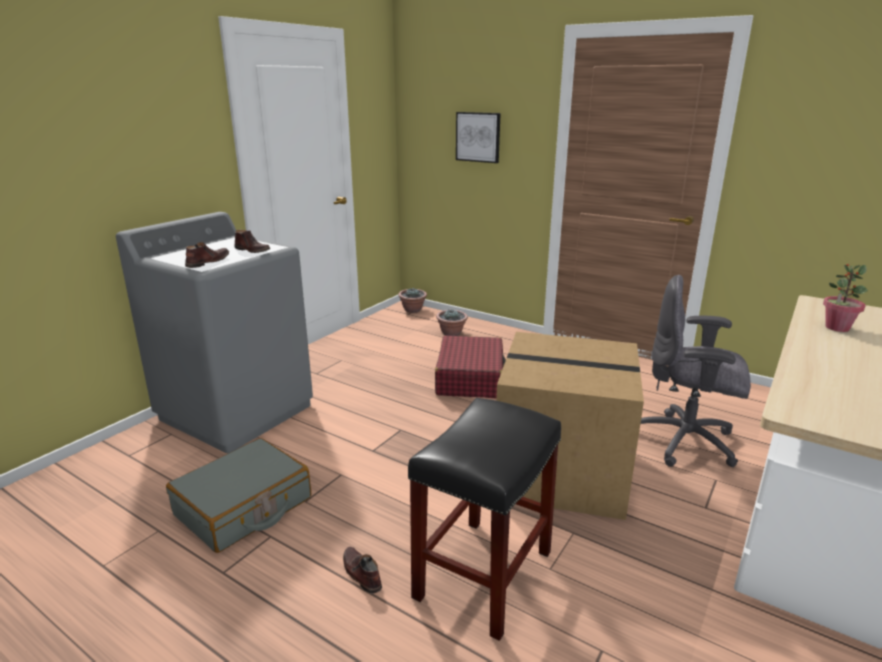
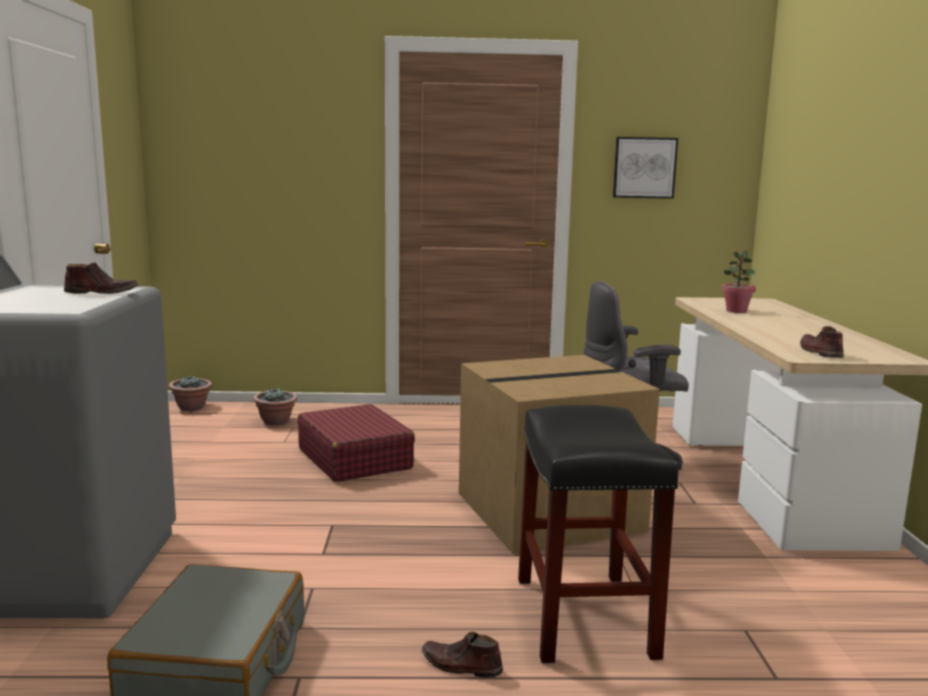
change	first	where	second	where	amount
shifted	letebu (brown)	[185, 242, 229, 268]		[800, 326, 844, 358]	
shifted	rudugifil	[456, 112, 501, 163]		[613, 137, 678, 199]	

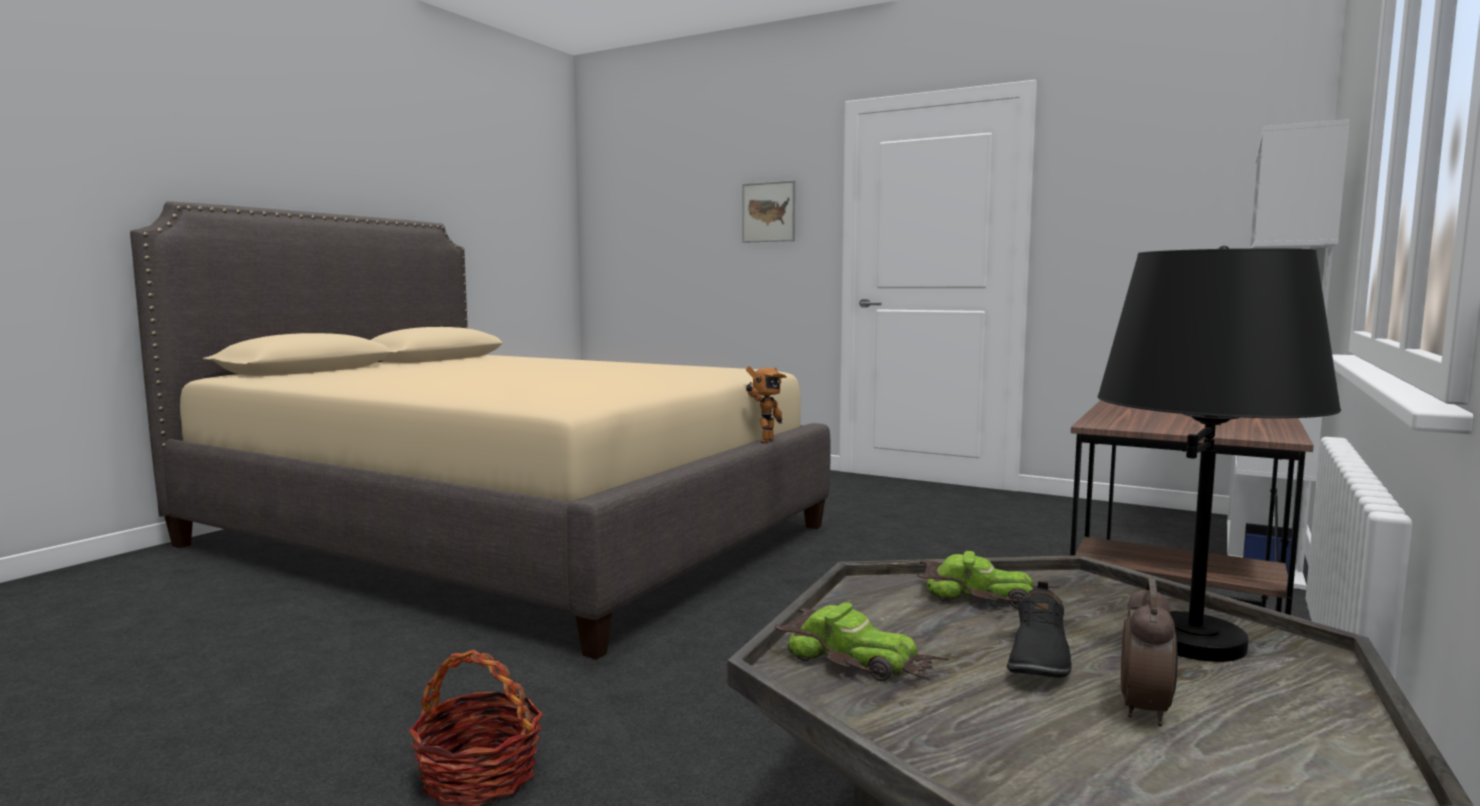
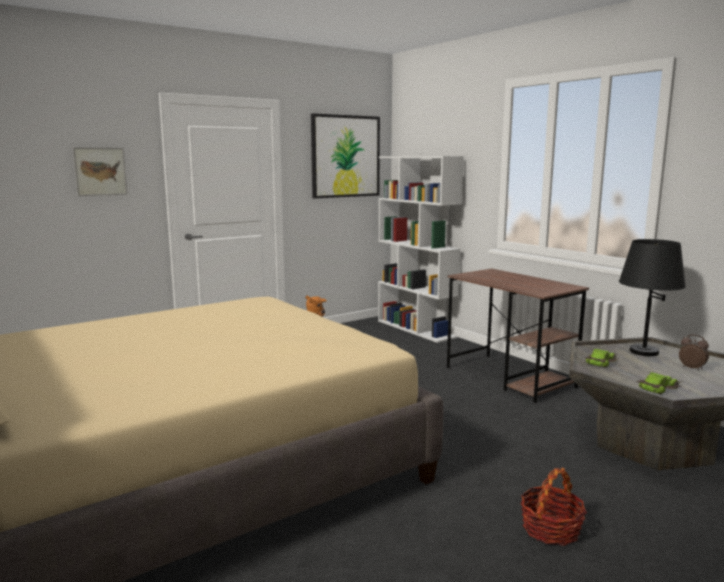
change	first	where	second	where	amount
gone	letebu (black)	[1007, 581, 1072, 678]			
new			rudugifil	[311, 113, 380, 198]	

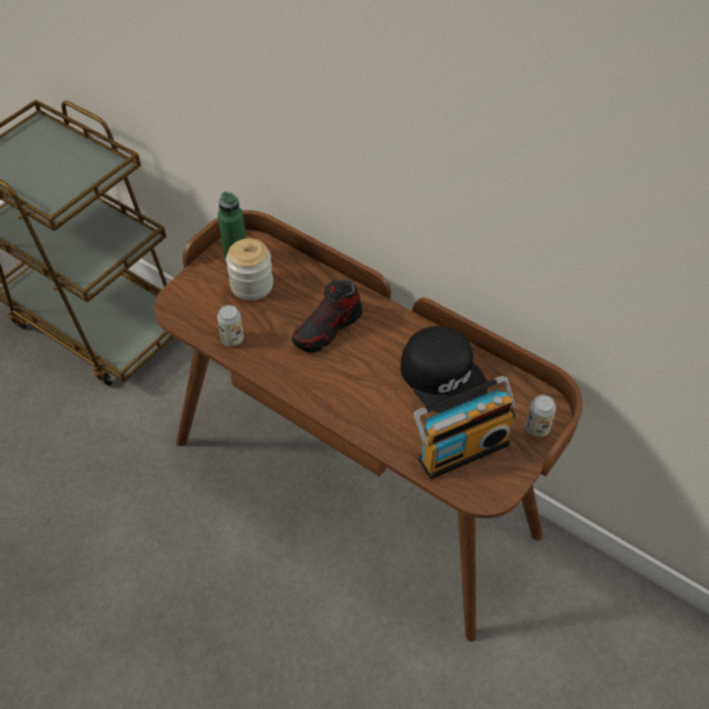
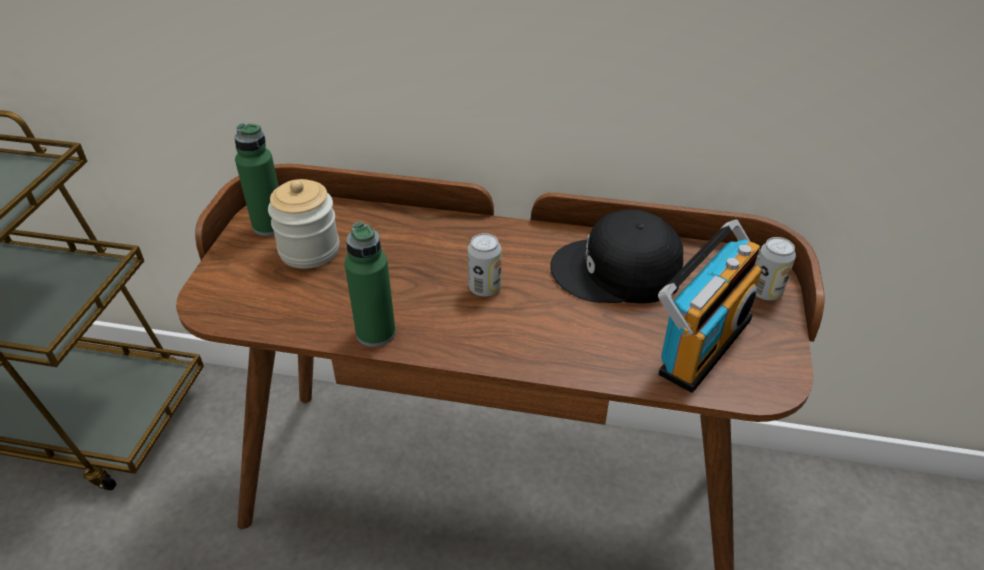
change	first	where	second	where	amount
shifted	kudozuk	[217, 305, 244, 346]		[468, 233, 501, 297]	
gone	letebu	[292, 279, 362, 353]			
rotated	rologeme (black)	[400, 326, 488, 413]		[550, 209, 683, 303]	150 degrees clockwise
new			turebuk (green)	[344, 222, 396, 347]	

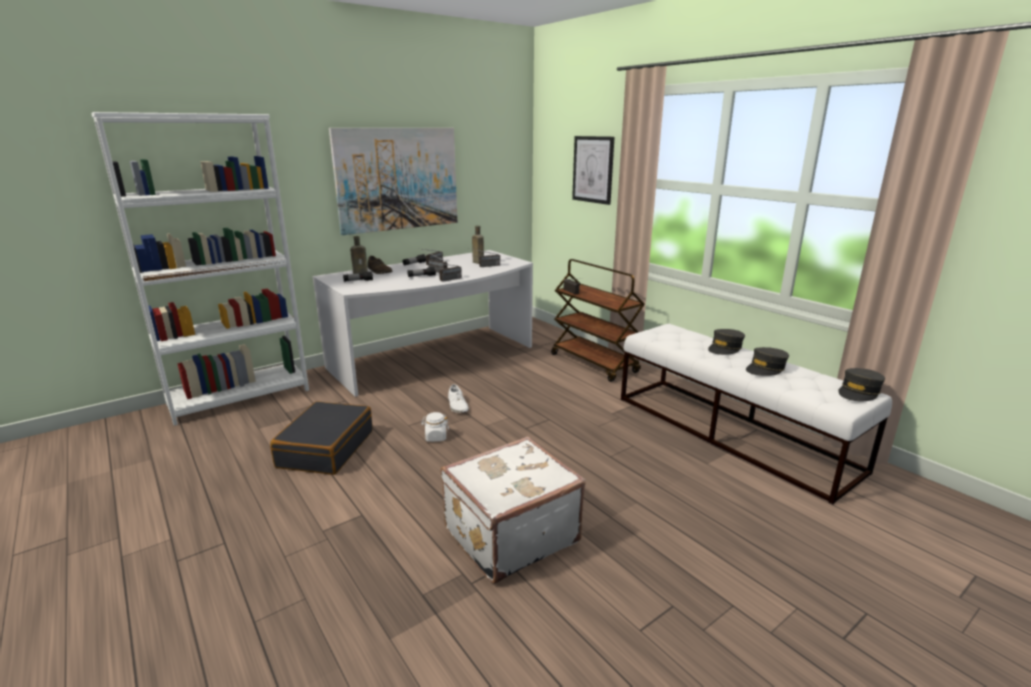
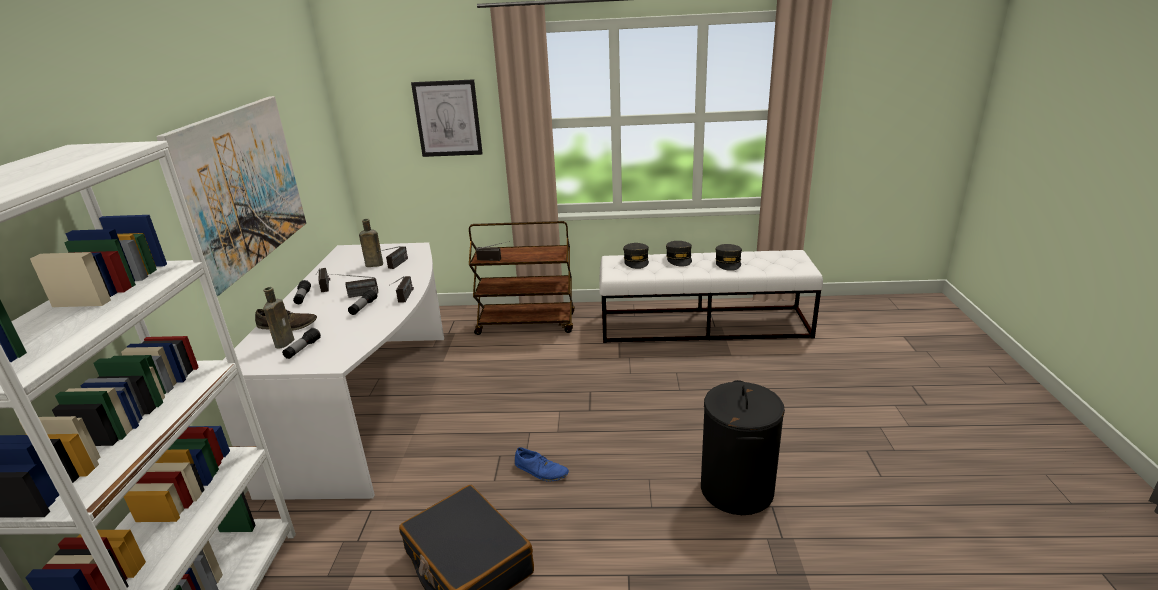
change	first	where	second	where	amount
swapped	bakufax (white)	[421, 412, 449, 442]	letebu (blue)	[515, 447, 569, 482]	
swapped	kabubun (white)	[441, 436, 586, 584]	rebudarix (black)	[701, 380, 785, 515]	
gone	letebu (white)	[448, 384, 469, 413]			
shifted	rologeme (grey)	[838, 368, 885, 401]		[623, 243, 649, 269]	

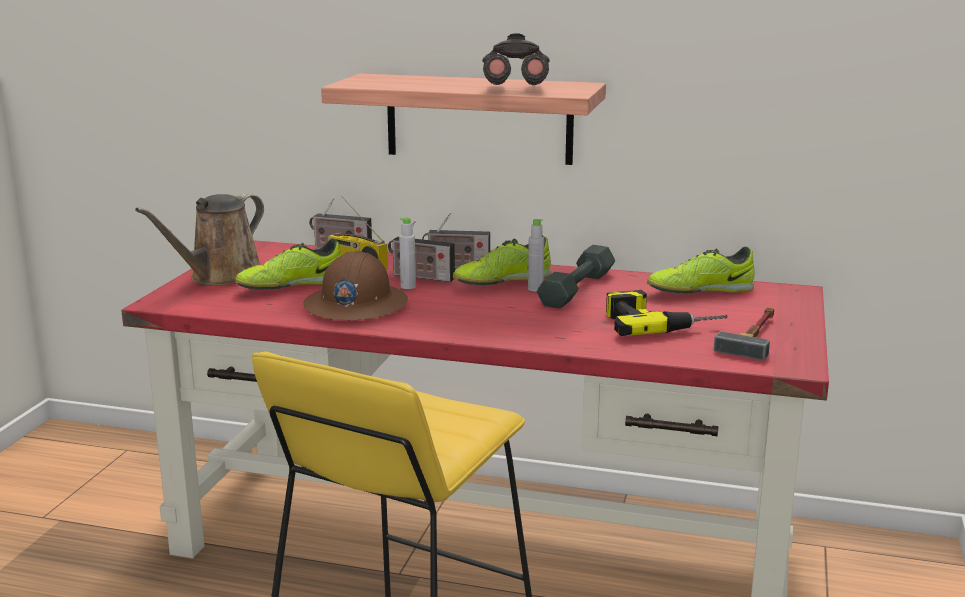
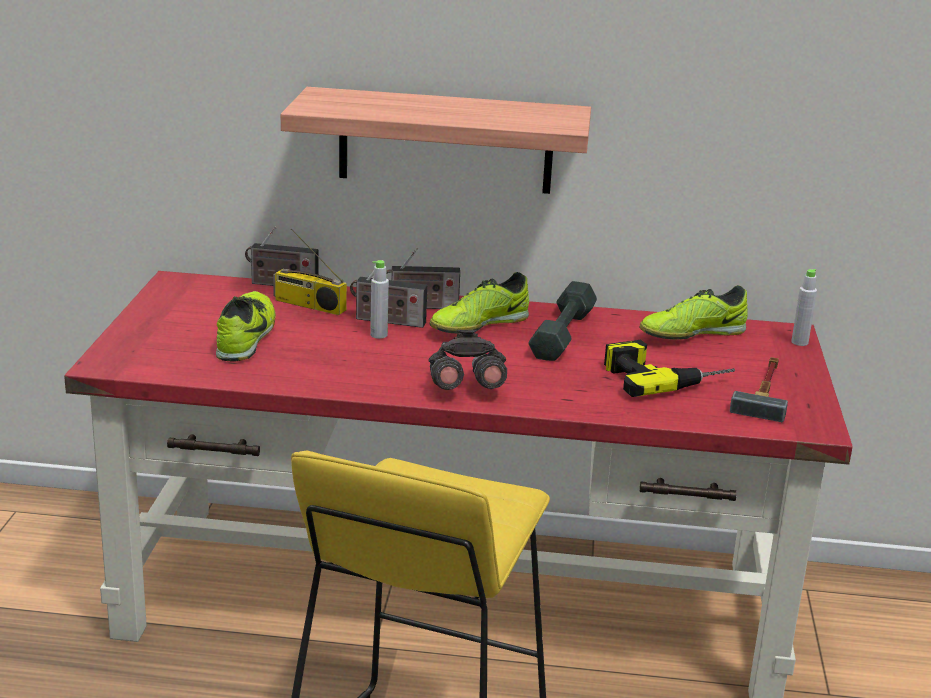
change	first	where	second	where	amount
gone	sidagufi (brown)	[135, 194, 264, 286]			
rotated	letebu	[235, 239, 341, 290]		[216, 291, 276, 362]	135 degrees clockwise
gone	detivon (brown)	[303, 251, 408, 320]			
shifted	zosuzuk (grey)	[482, 34, 550, 85]		[428, 330, 507, 390]	
shifted	turebuk (grey)	[528, 219, 544, 292]		[791, 269, 817, 346]	

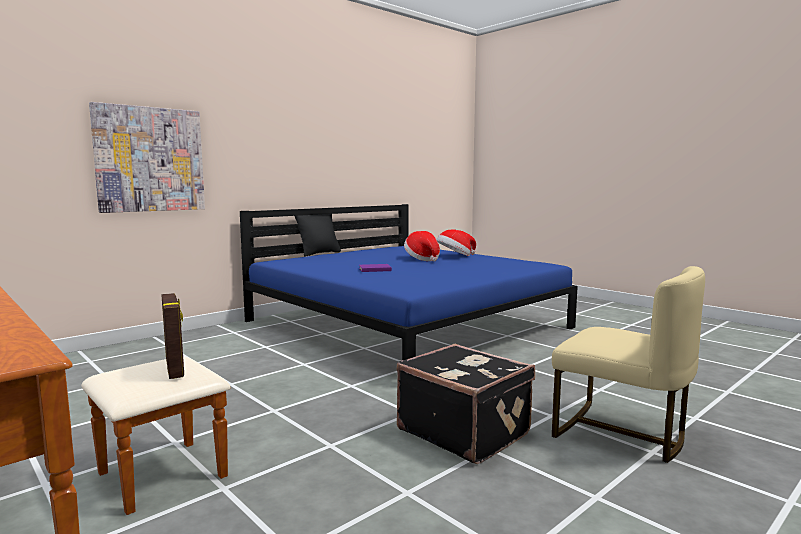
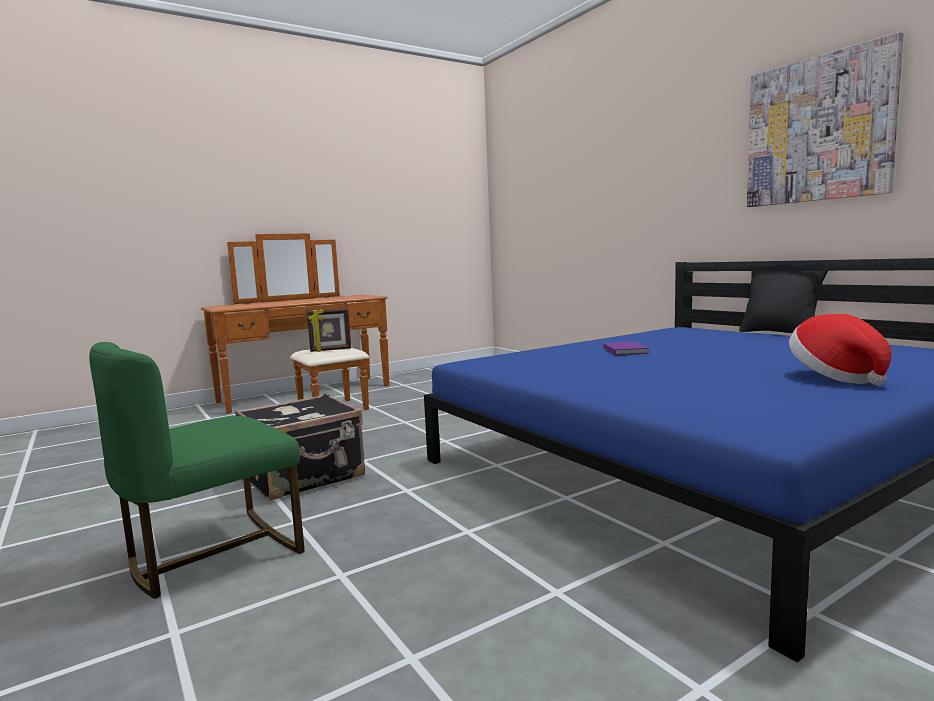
change	first	where	second	where	amount
shifted	rudugifil	[89, 102, 205, 213]		[747, 32, 903, 207]	
gone	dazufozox	[404, 231, 440, 261]			
repainted	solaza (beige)	[552, 266, 705, 463]	solaza (green)	[89, 342, 304, 599]	

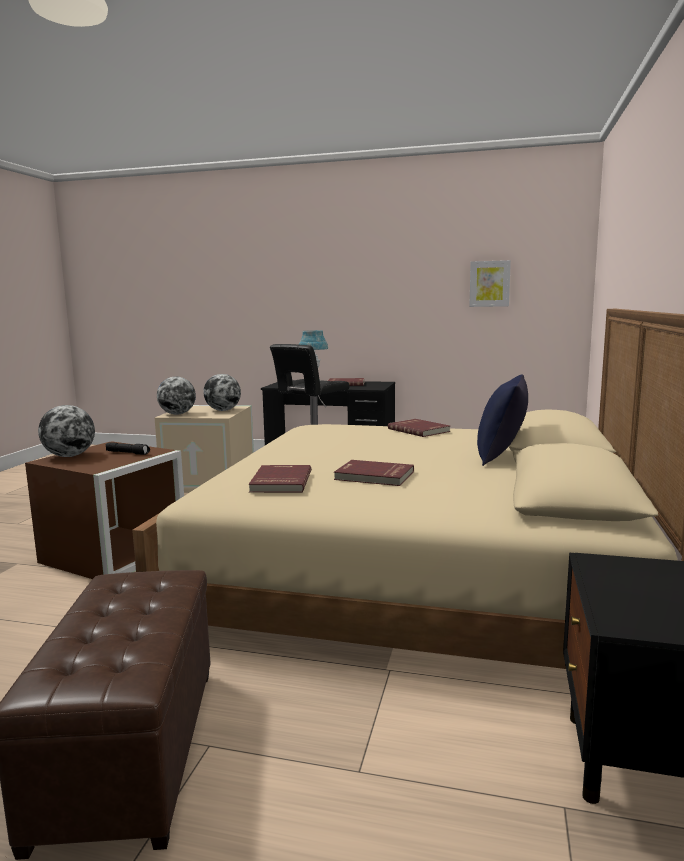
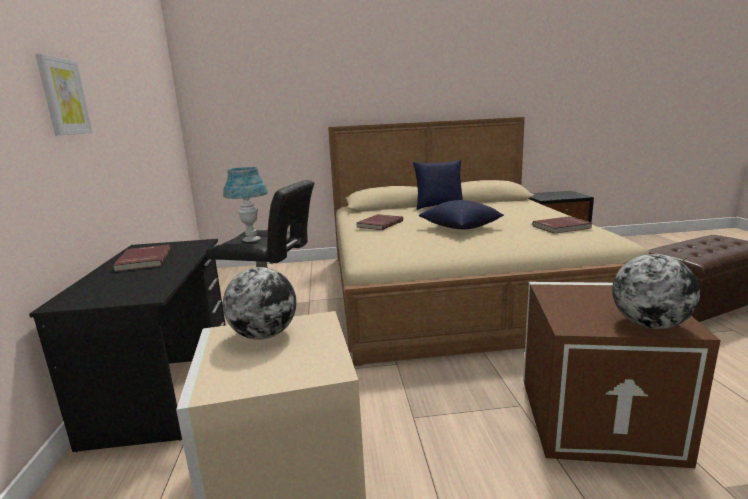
change	first	where	second	where	amount
gone	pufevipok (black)	[106, 442, 150, 455]			
gone	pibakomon	[157, 377, 196, 415]			
gone	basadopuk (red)	[334, 460, 414, 486]			
shifted	rudugifil	[469, 260, 511, 307]		[36, 54, 93, 135]	
new			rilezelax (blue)	[419, 200, 504, 230]	

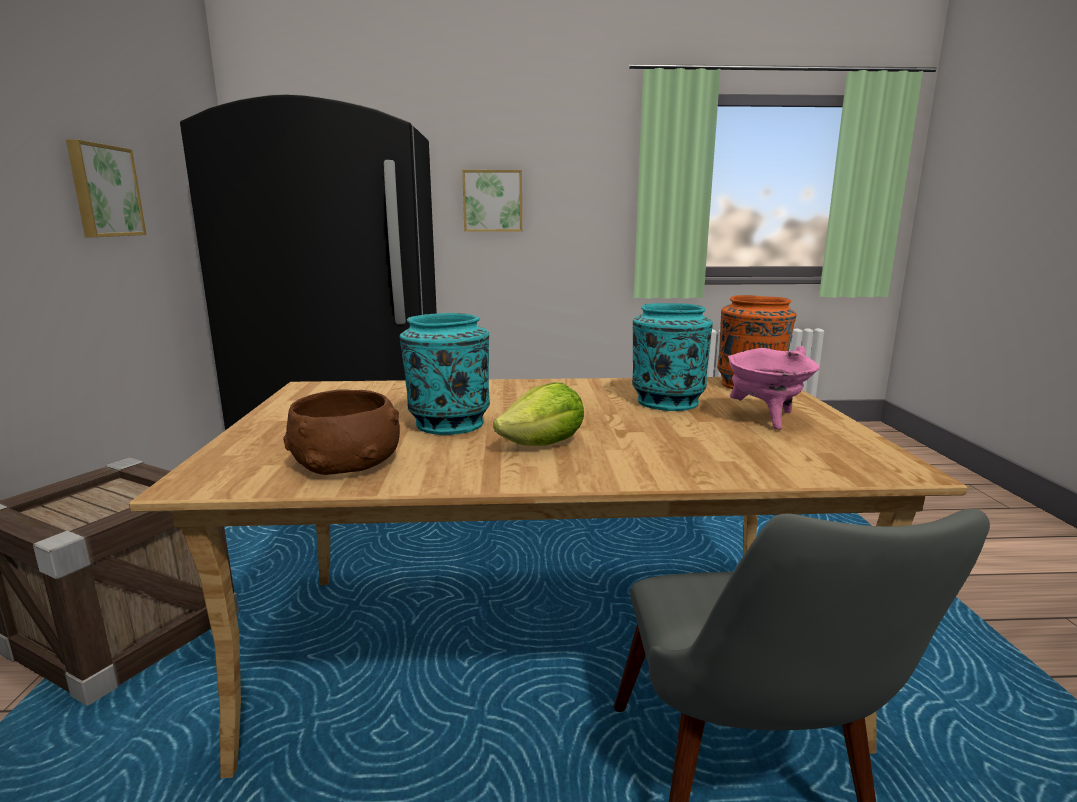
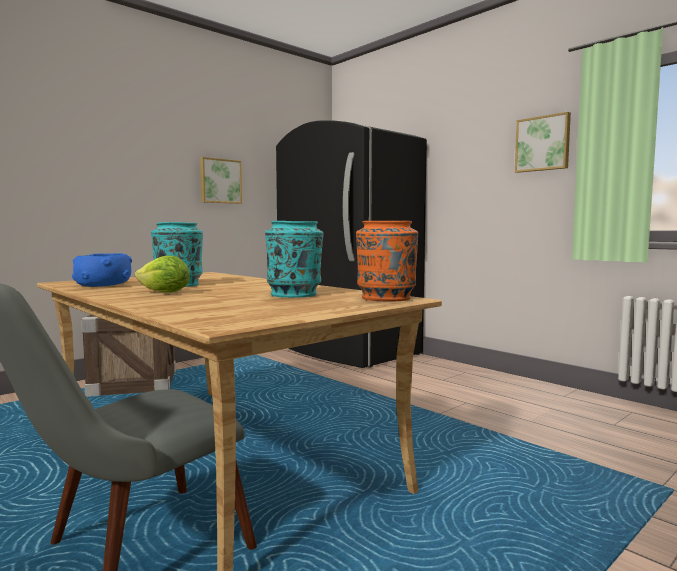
change	first	where	second	where	amount
repainted	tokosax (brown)	[283, 390, 400, 475]	tokosax (blue)	[72, 253, 132, 287]	
shifted	rudugifil	[462, 170, 522, 232]		[515, 112, 571, 173]	
gone	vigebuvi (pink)	[728, 346, 820, 430]			

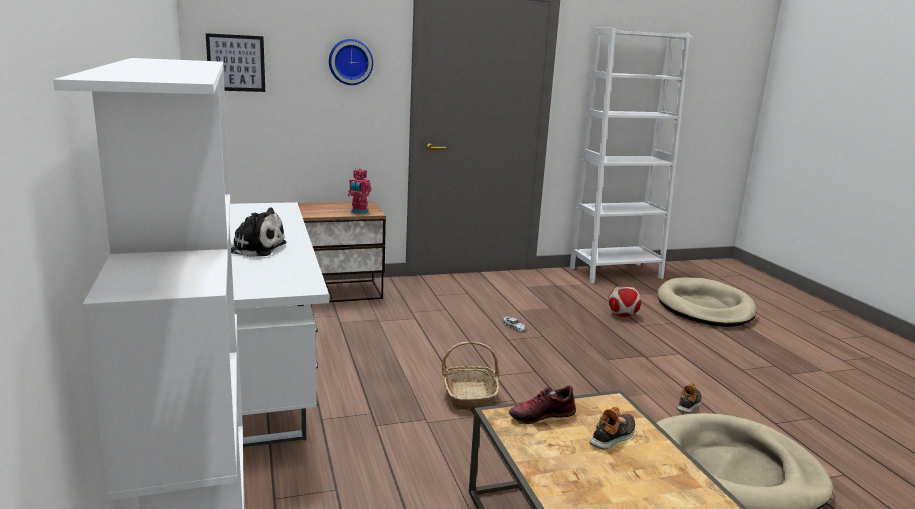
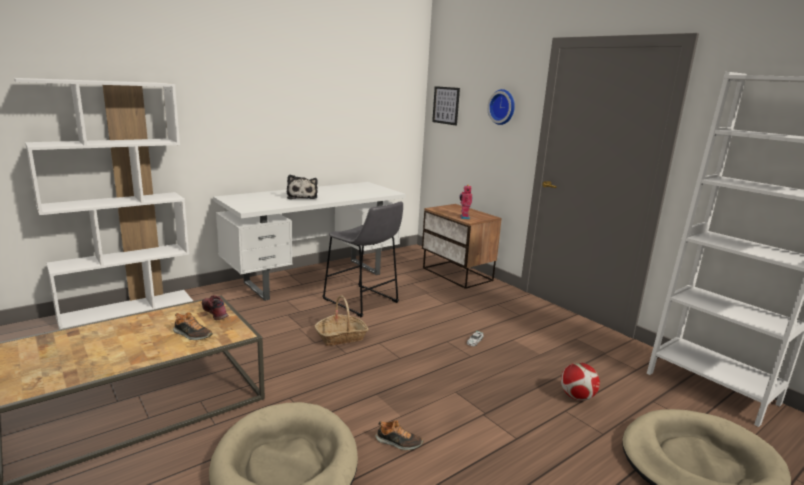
change	first	where	second	where	amount
new			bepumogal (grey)	[323, 201, 403, 317]	

